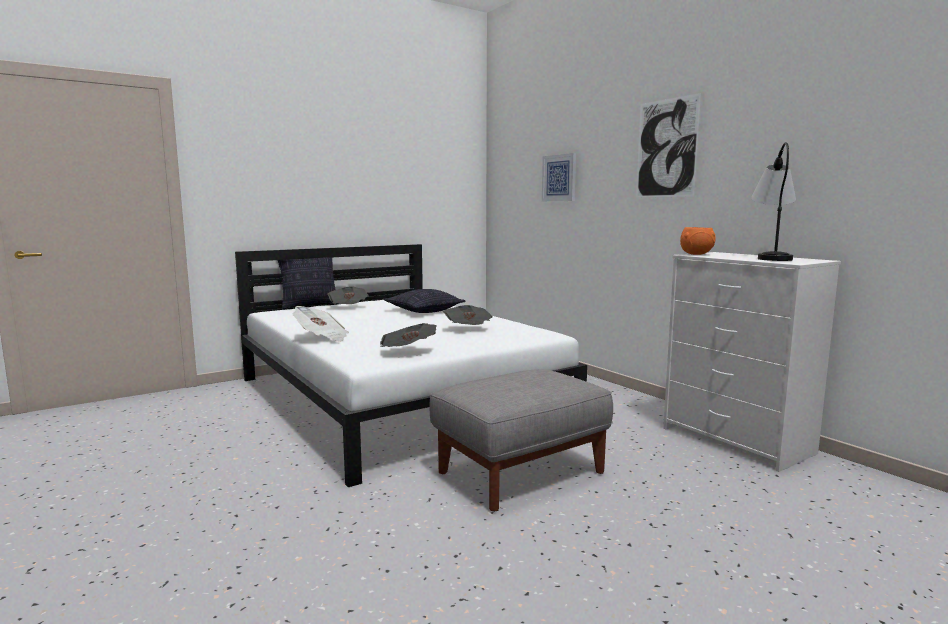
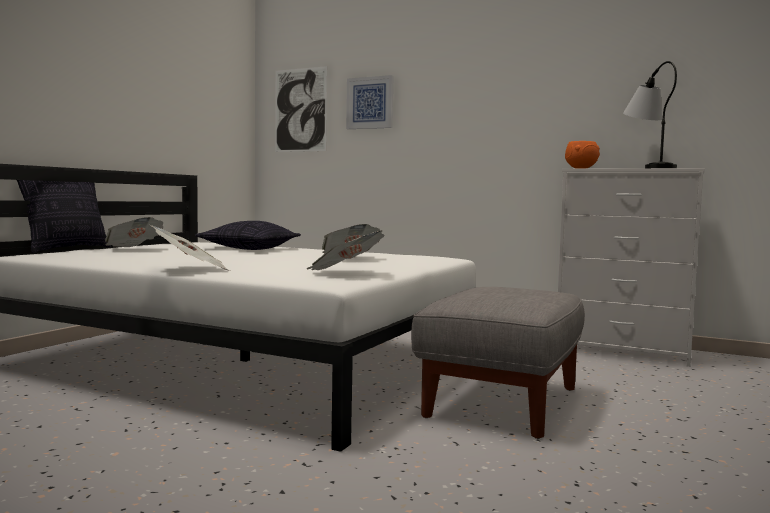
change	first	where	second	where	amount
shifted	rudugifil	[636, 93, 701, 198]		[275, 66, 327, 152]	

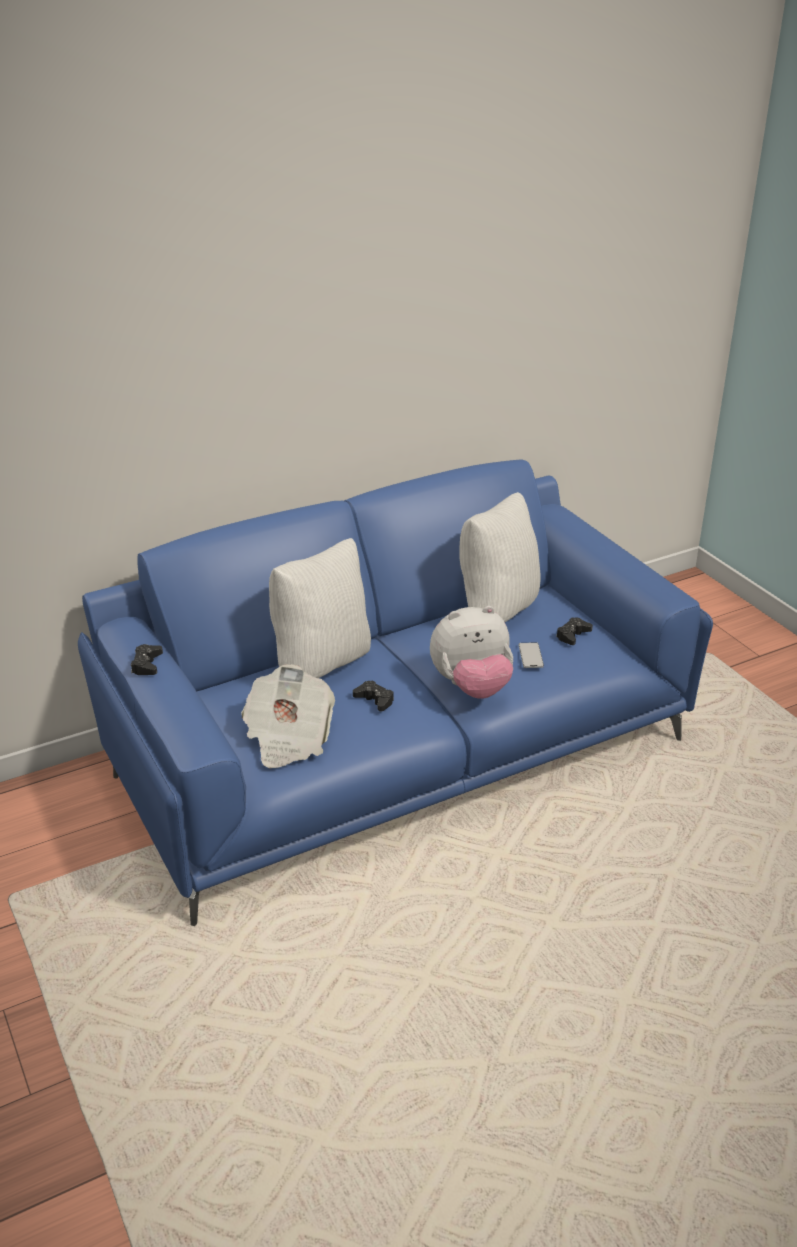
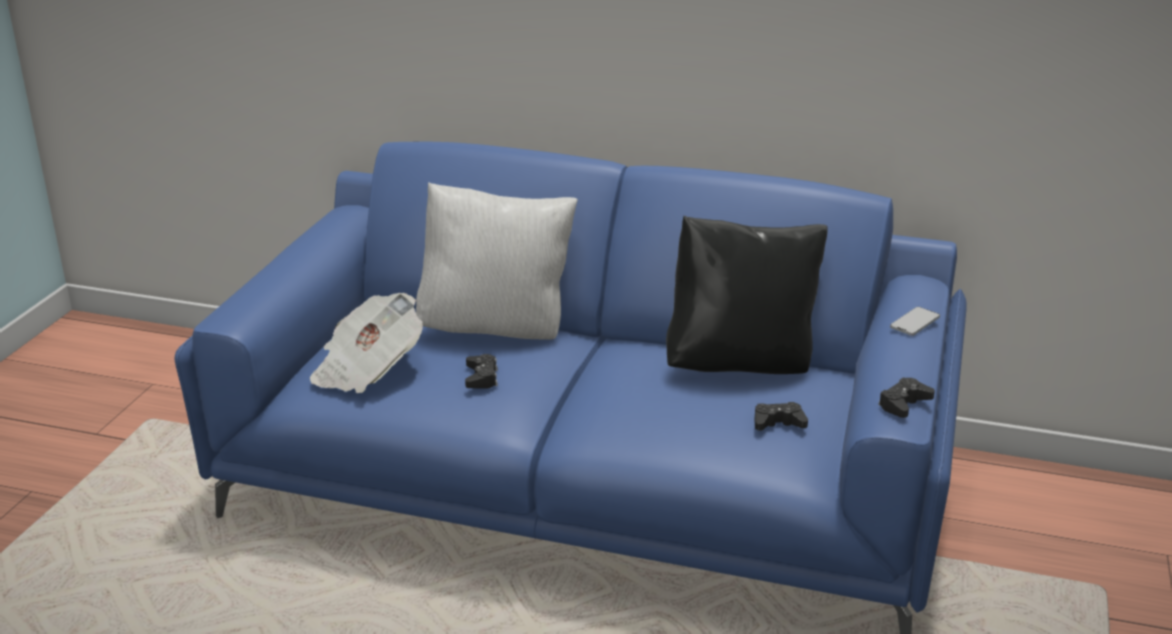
change	first	where	second	where	amount
shifted	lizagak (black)	[131, 644, 163, 675]		[878, 377, 935, 418]	
gone	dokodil	[430, 606, 513, 699]			
repainted	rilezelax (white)	[459, 492, 541, 622]	rilezelax (black)	[666, 216, 828, 374]	
shifted	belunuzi	[519, 642, 544, 668]		[890, 307, 940, 336]	

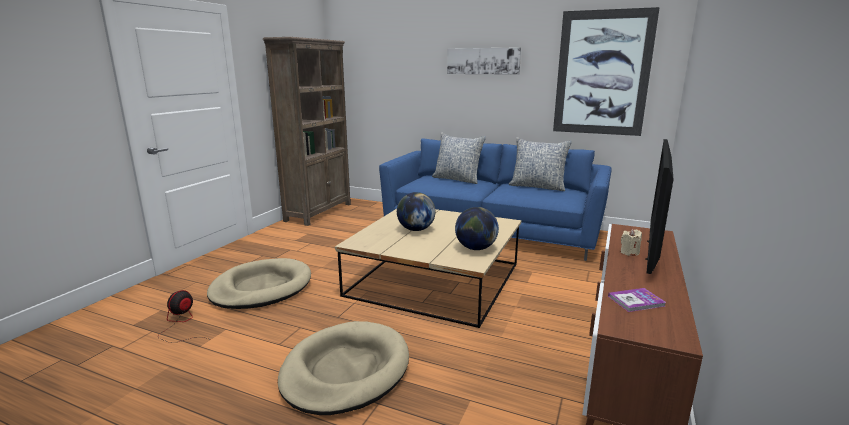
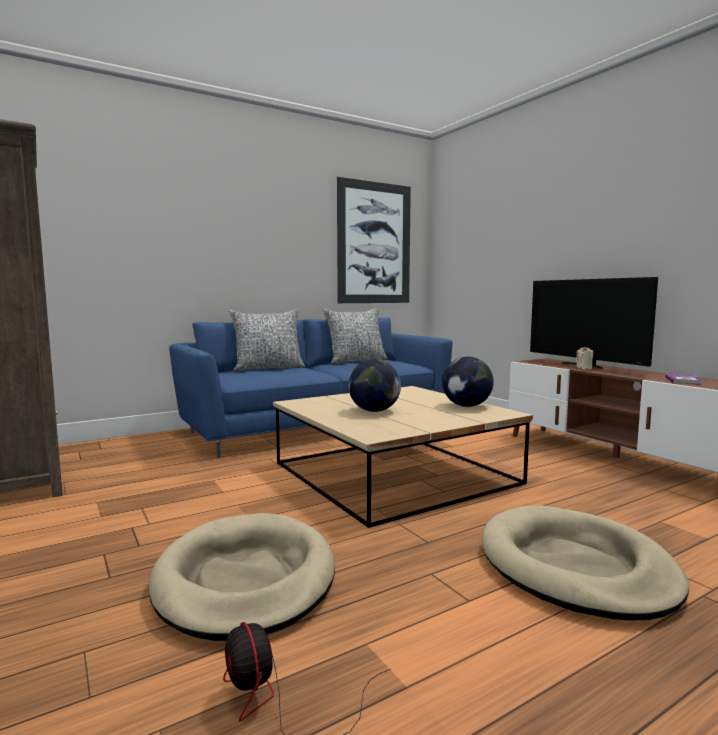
change	first	where	second	where	amount
gone	rudugifil	[447, 47, 521, 75]			

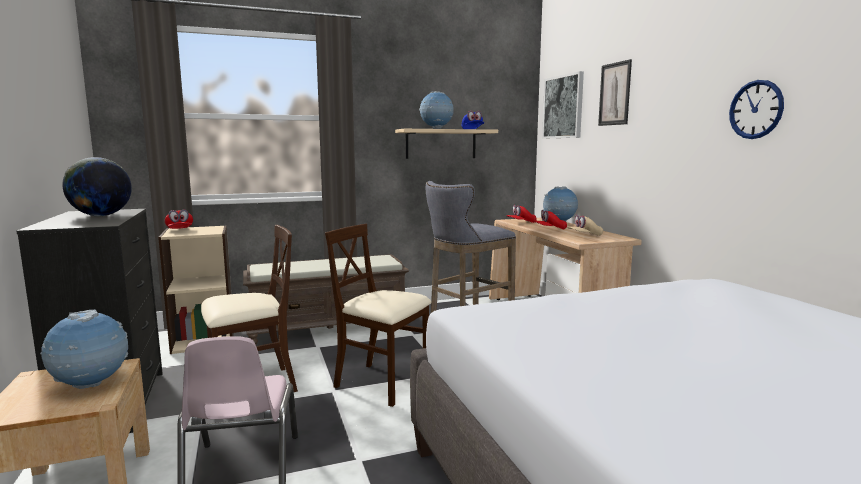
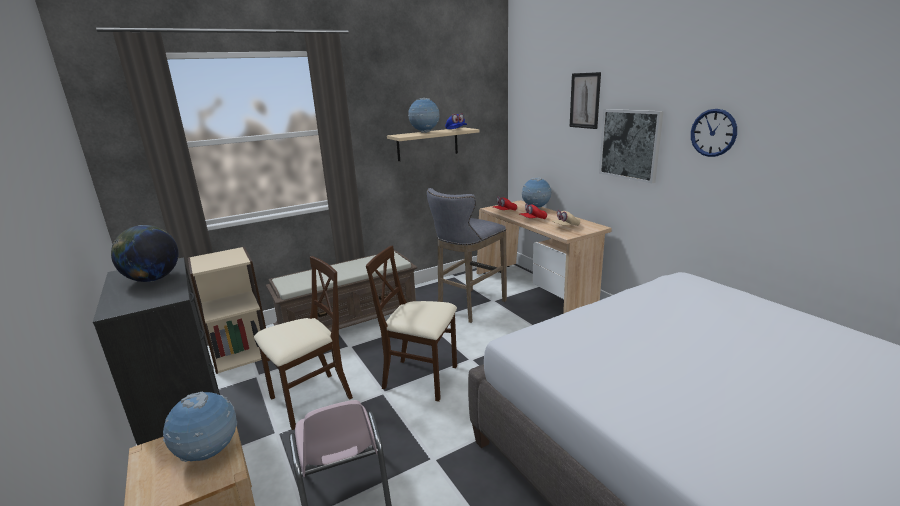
change	first	where	second	where	amount
gone	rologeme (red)	[165, 210, 193, 229]			
shifted	rudugifil	[542, 71, 584, 138]		[599, 109, 664, 183]	

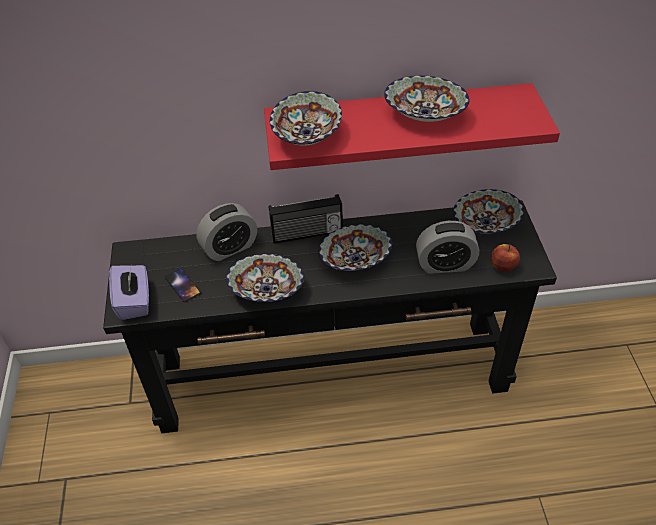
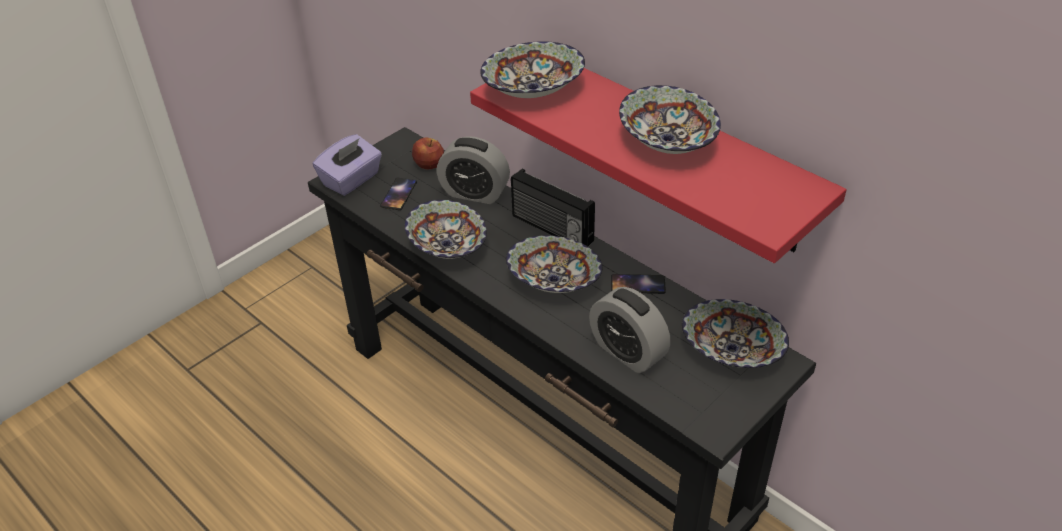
change	first	where	second	where	amount
shifted	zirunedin	[491, 244, 520, 272]		[412, 137, 444, 169]	
new			belunuzi	[611, 274, 666, 294]	

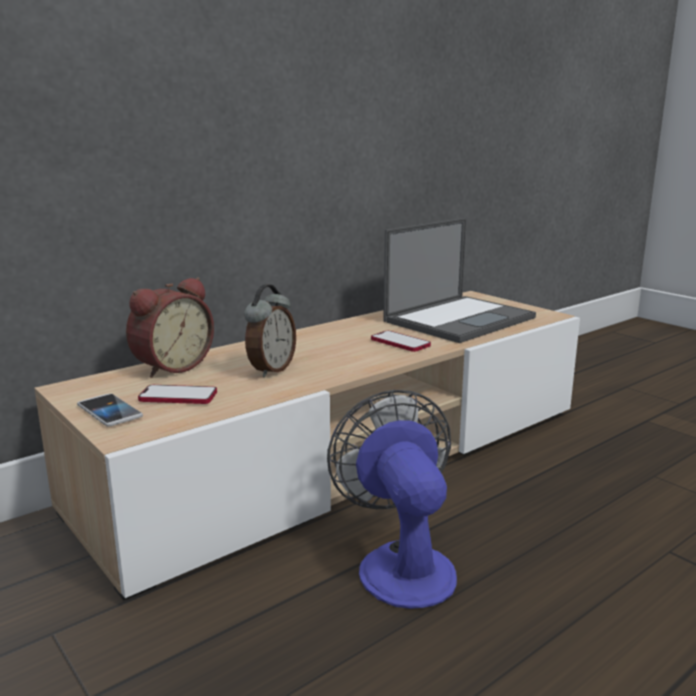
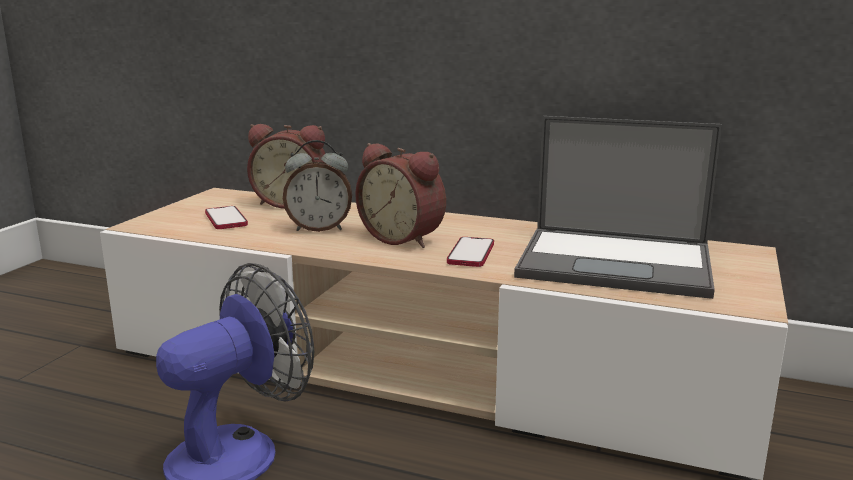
change	first	where	second	where	amount
gone	belunuzi	[77, 394, 143, 426]			
new			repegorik	[355, 143, 446, 248]	

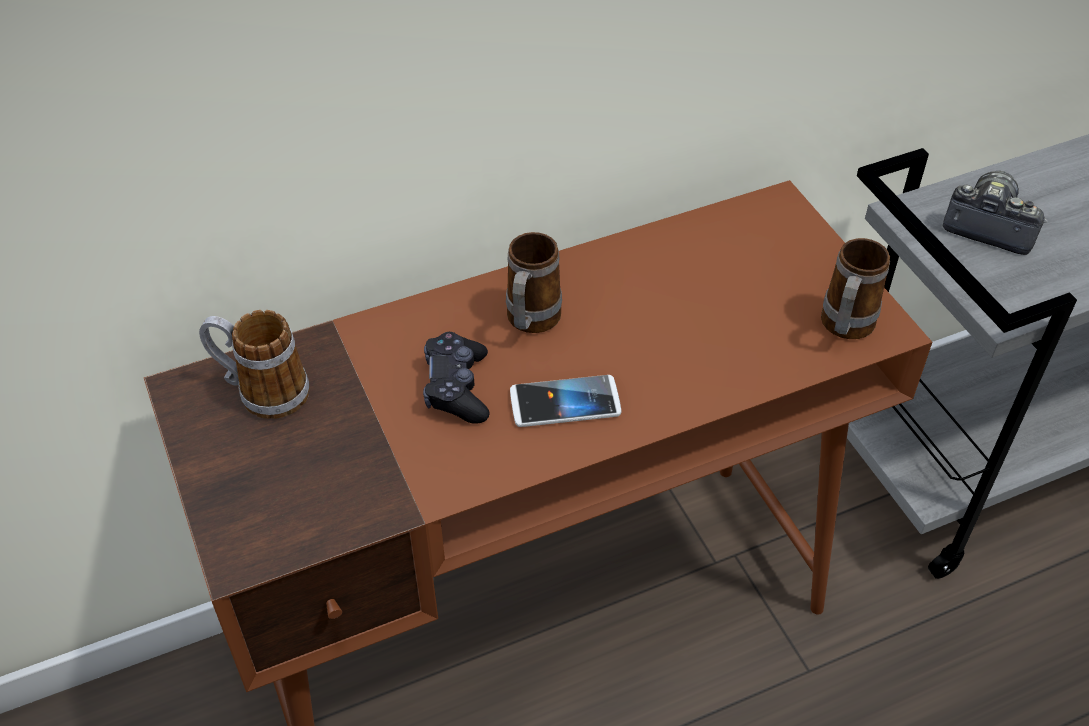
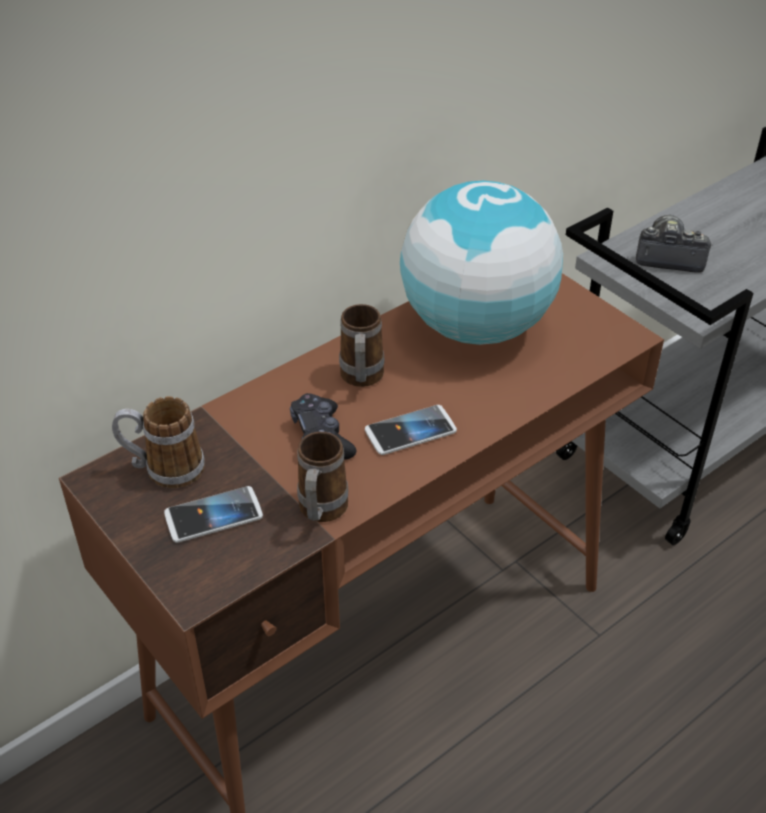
change	first	where	second	where	amount
shifted	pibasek	[821, 238, 890, 339]		[297, 432, 348, 522]	
new			belunuzi	[164, 486, 263, 543]	
new			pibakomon	[400, 181, 563, 345]	

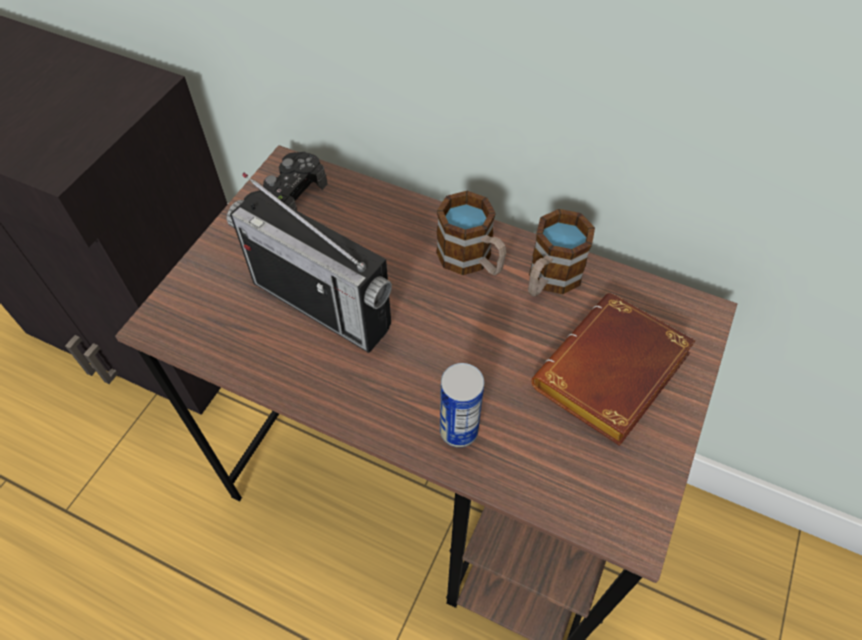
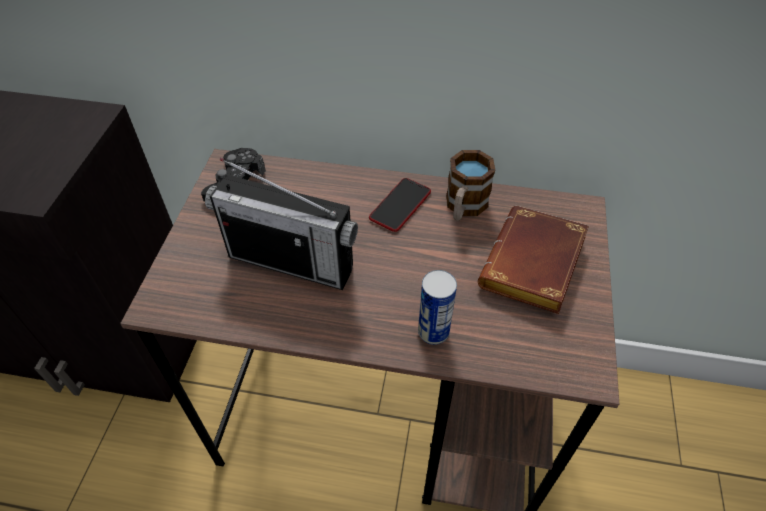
change	first	where	second	where	amount
swapped	pibasek	[436, 191, 506, 275]	belunuzi	[369, 178, 431, 232]	

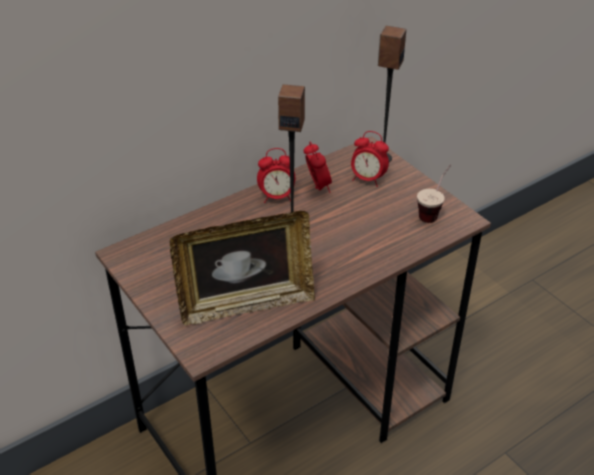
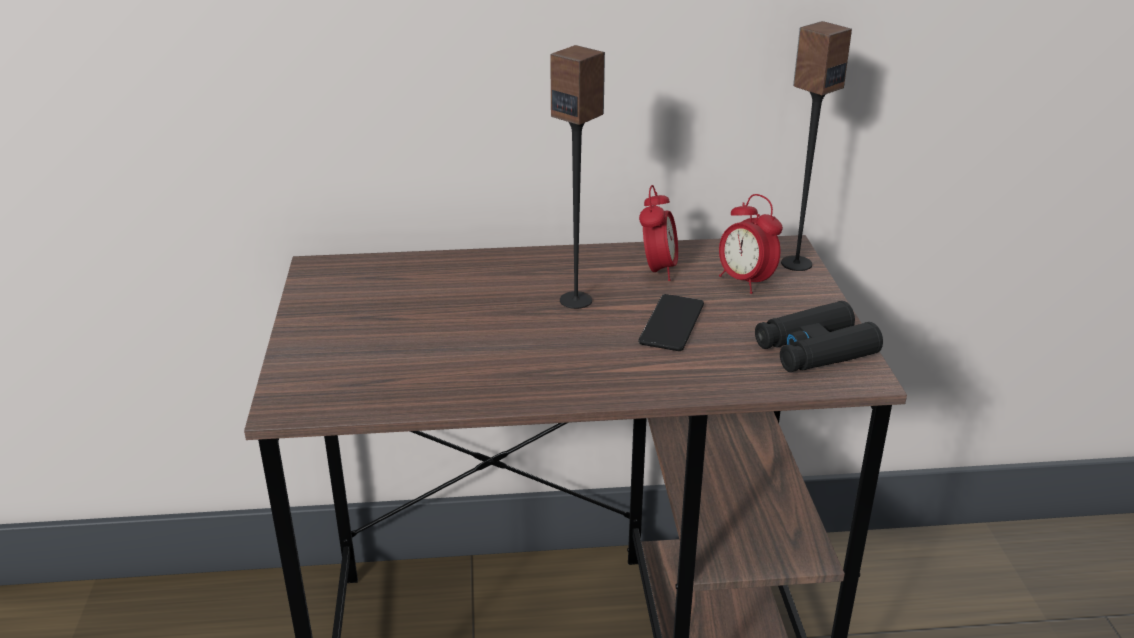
change	first	where	second	where	amount
gone	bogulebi	[170, 211, 315, 325]			
gone	repegorik	[257, 148, 295, 203]			
swapped	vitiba	[417, 164, 451, 223]	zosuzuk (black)	[755, 301, 883, 372]	
new			belunuzi	[638, 294, 704, 351]	

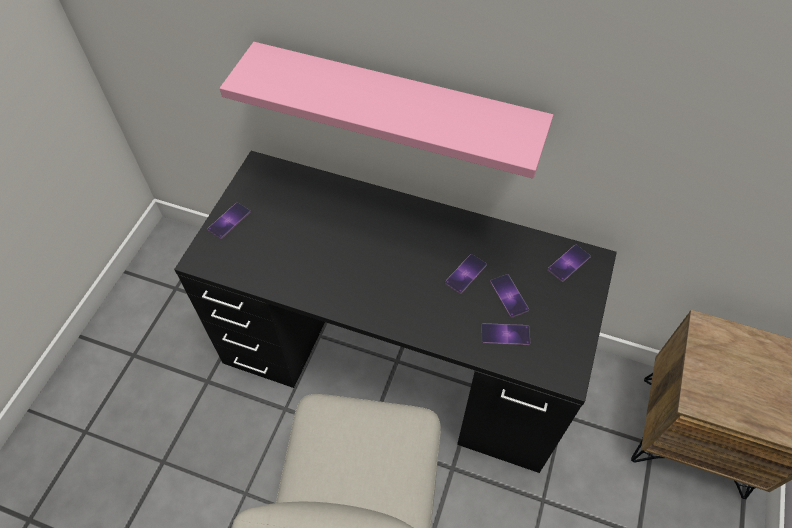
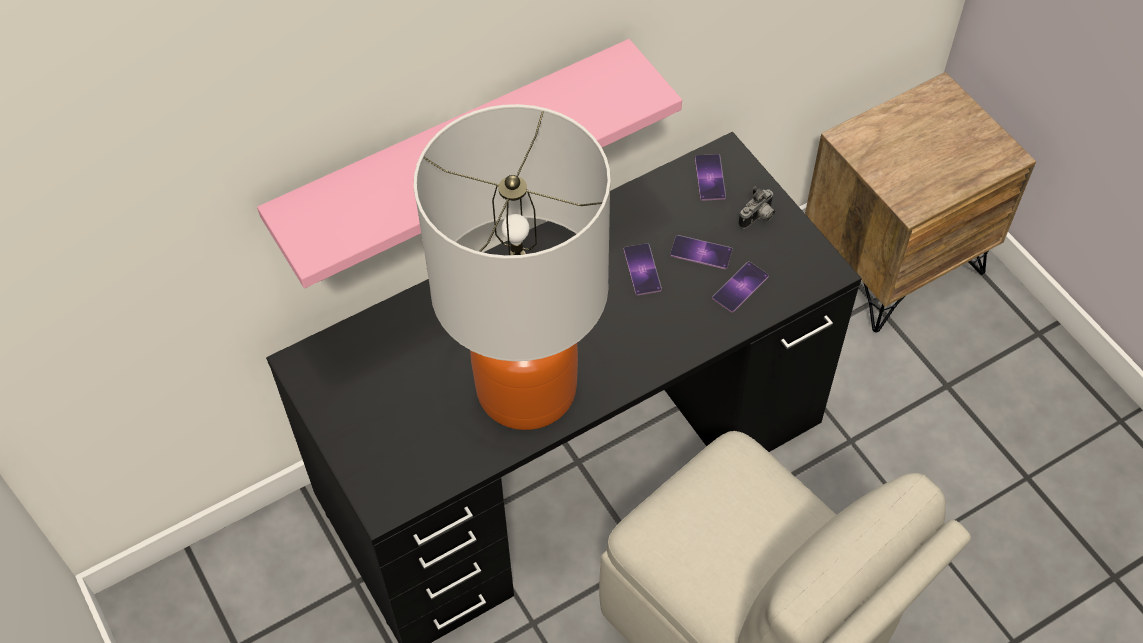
change	first	where	second	where	amount
gone	belunuzi	[208, 202, 250, 239]			
new			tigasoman	[414, 104, 611, 430]	
new			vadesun	[738, 186, 775, 229]	

